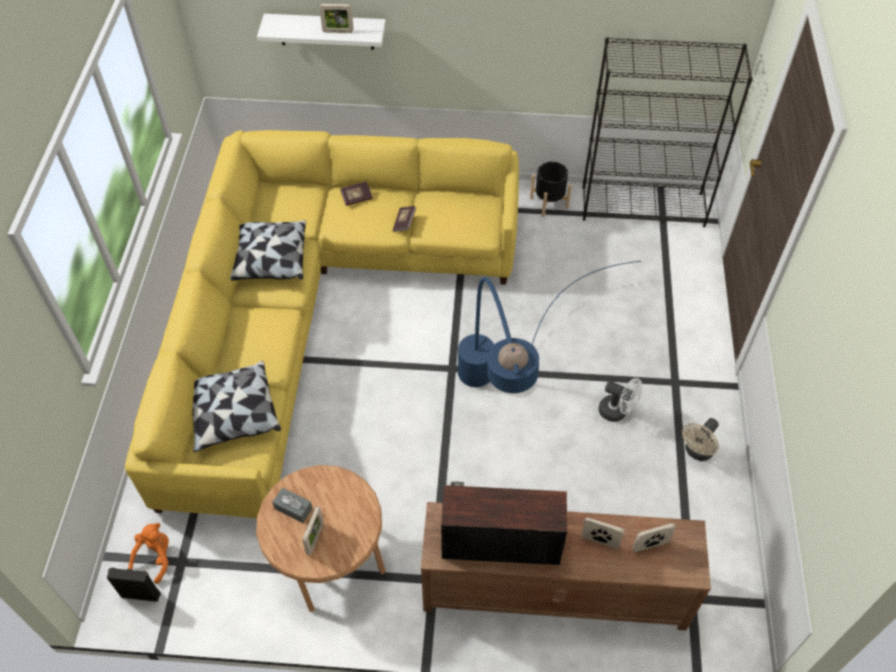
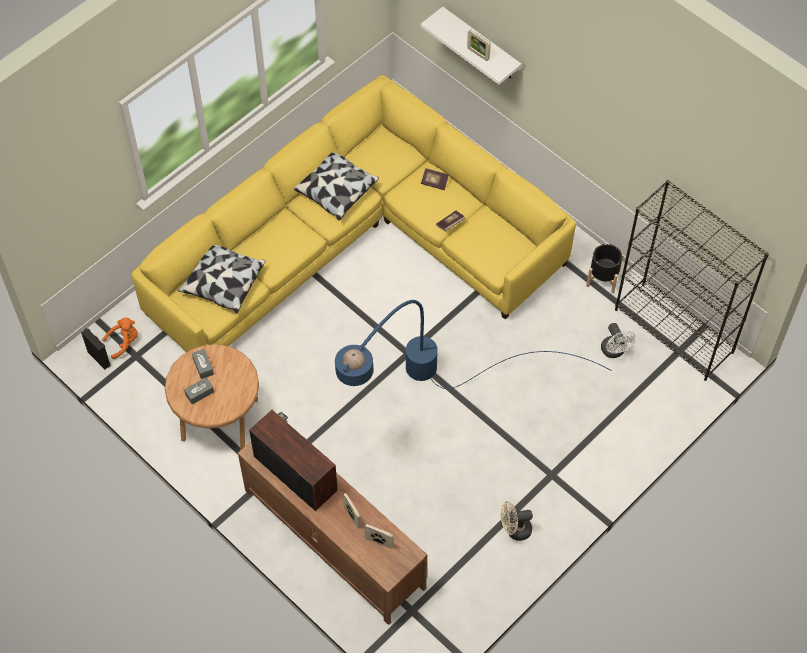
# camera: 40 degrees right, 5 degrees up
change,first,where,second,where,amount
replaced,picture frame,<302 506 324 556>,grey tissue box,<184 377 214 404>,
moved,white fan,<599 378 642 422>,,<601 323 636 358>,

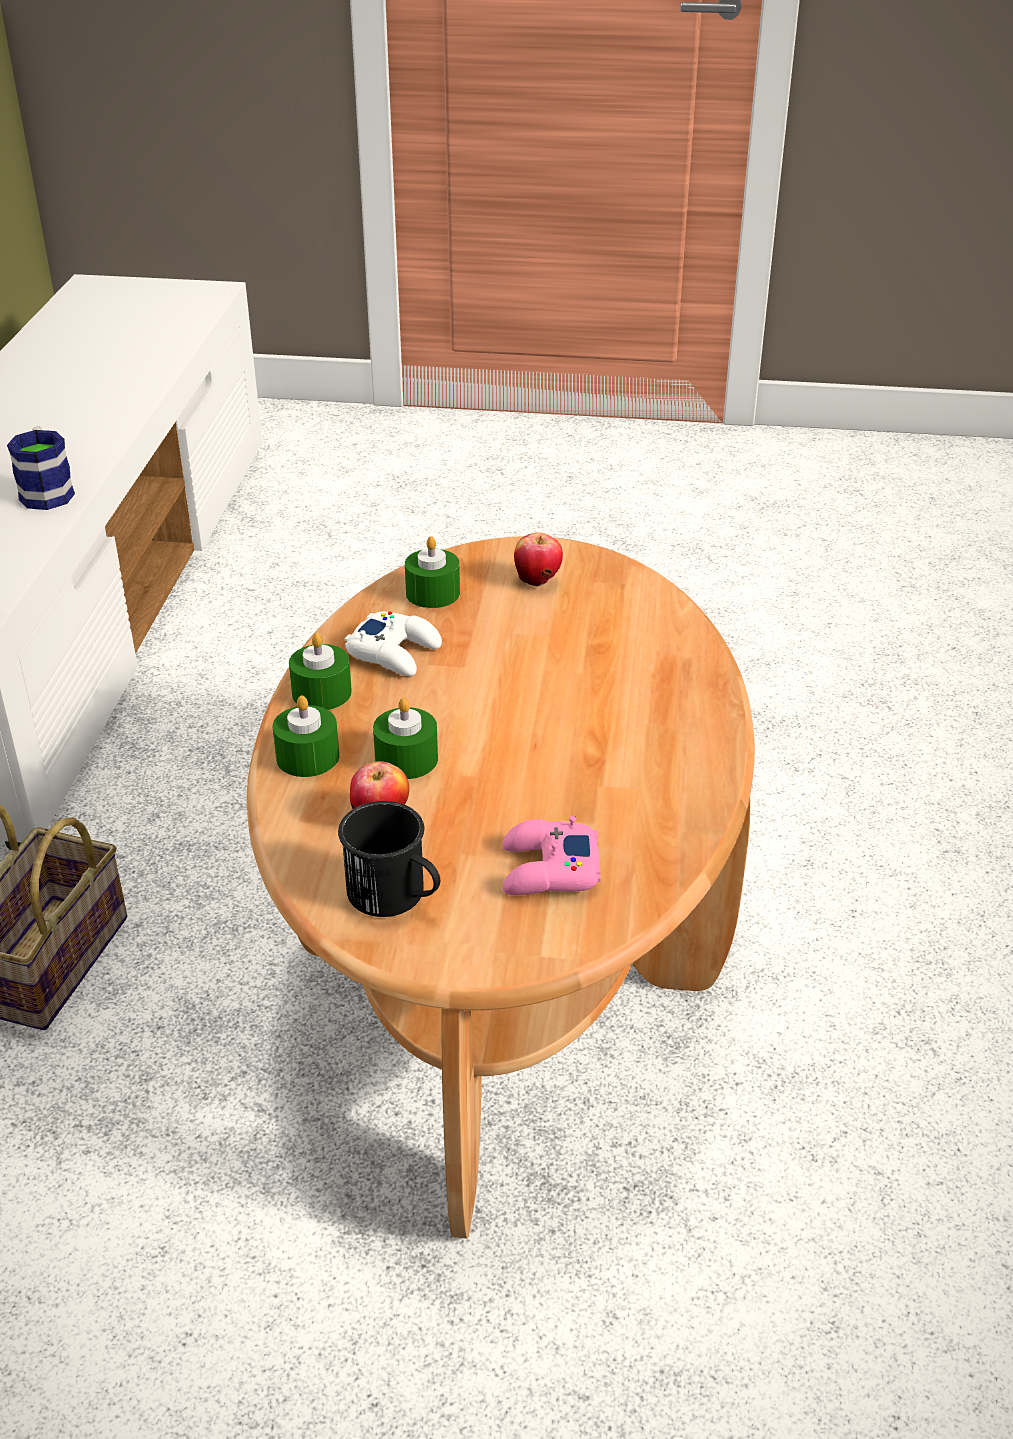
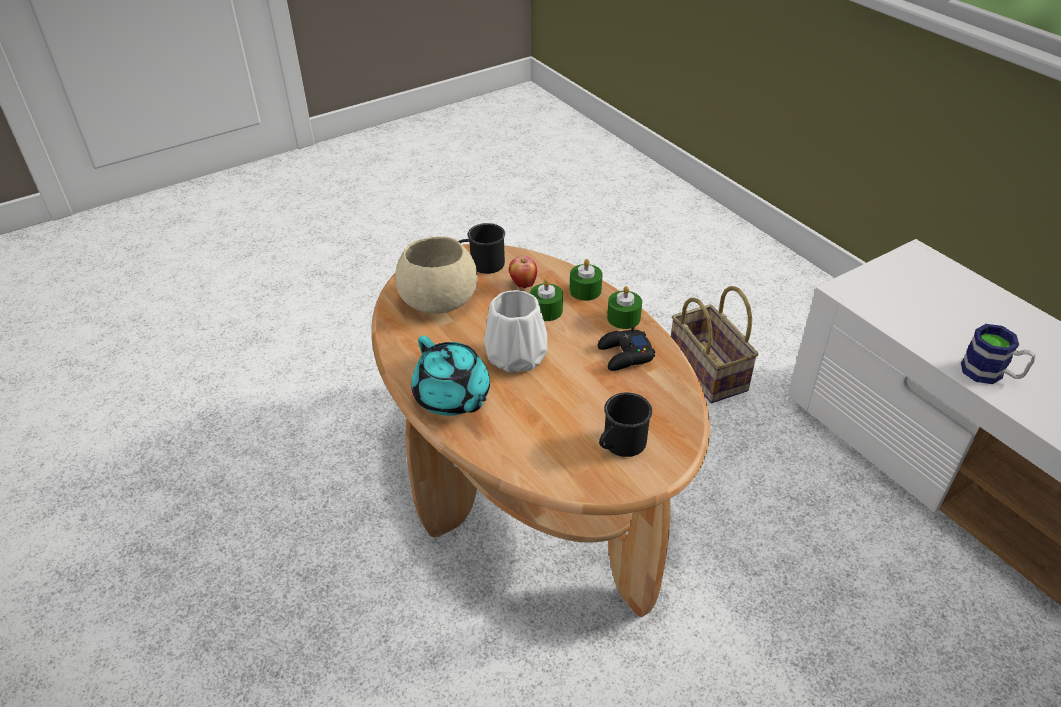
# camera: 140 degrees right, 5 degrees up
change,first,where,second,where,amount
replaced,pink game controller,<503 816 601 895>,beige bowl,<395 236 478 313>,
added,,,turquoise teapot,<411 336 490 416>,
added,,,white vase,<484 290 547 372>,
recoloured,white game controller,<345 612 442 676>,black game controller,<598 326 655 371>,
replaced,apple,<514 532 563 587>,black mug,<599 393 652 457>,
removed,green candle,<405 536 460 608>,,,

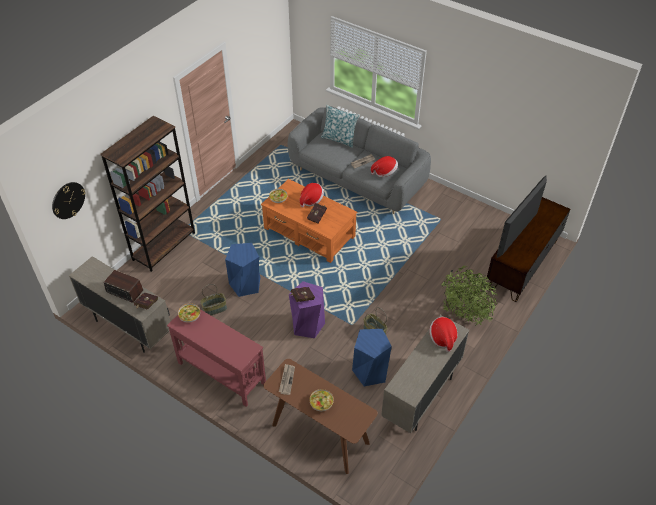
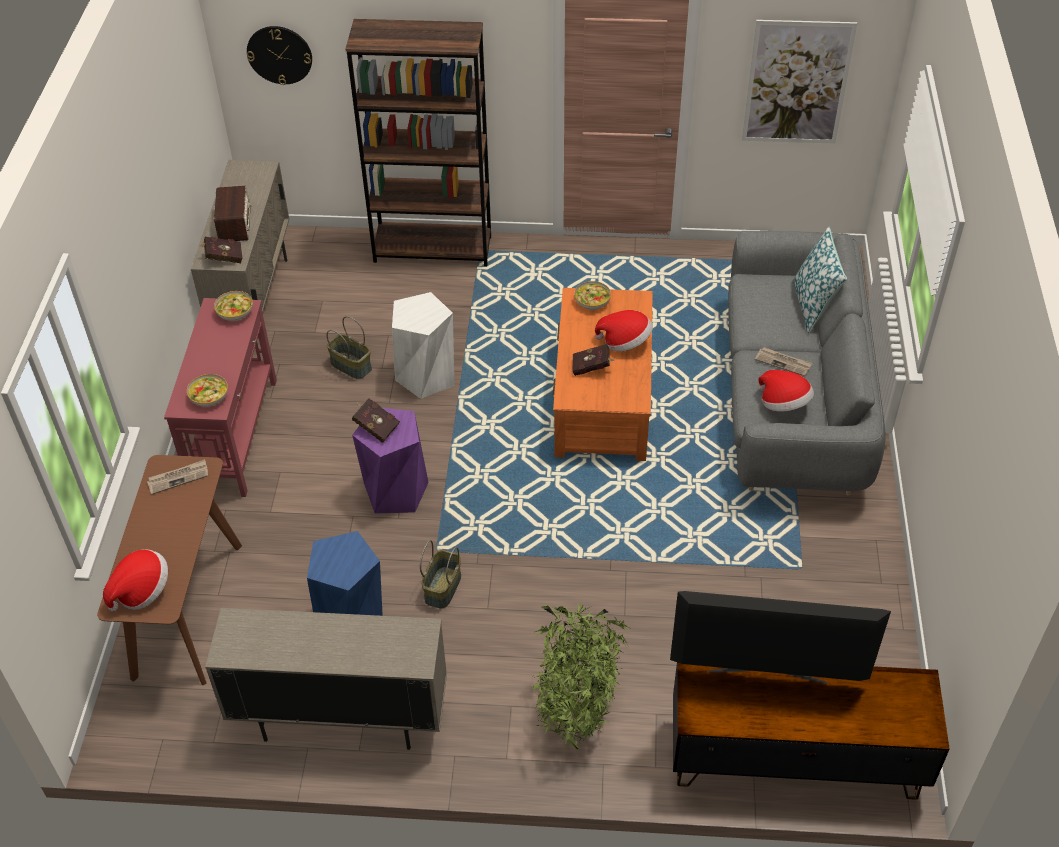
# camera: 60 degrees right, 0 degrees up
change,first,where,second,where,amount
moved,hat,<429 317 458 352>,,<103 549 168 612>,
moved,bowl,<309 389 334 411>,,<187 374 228 407>,
recoloured,blue stool,<225 243 261 297>,white stool,<392 292 454 399>,
added,,,picture,<742 20 857 144>,

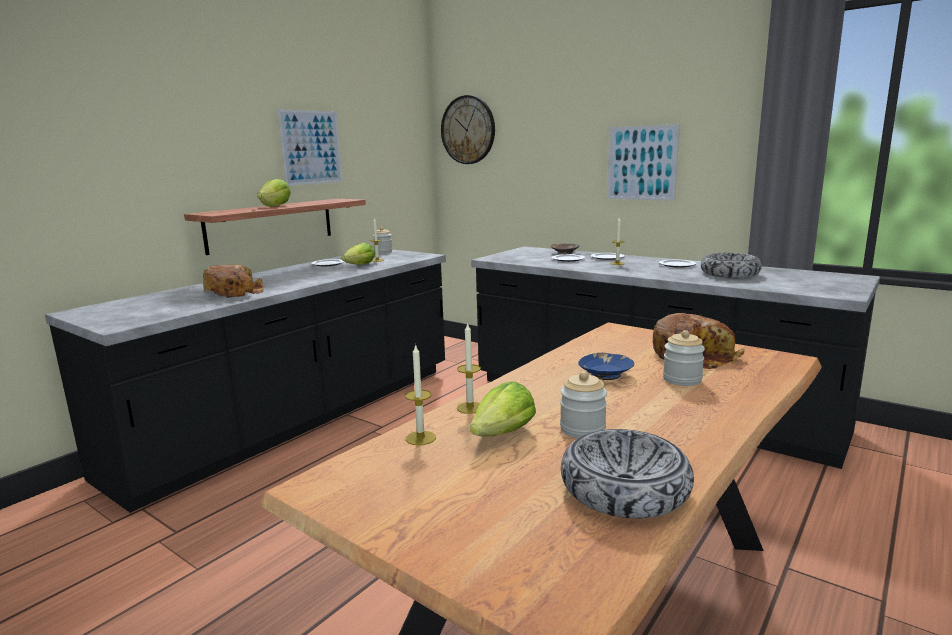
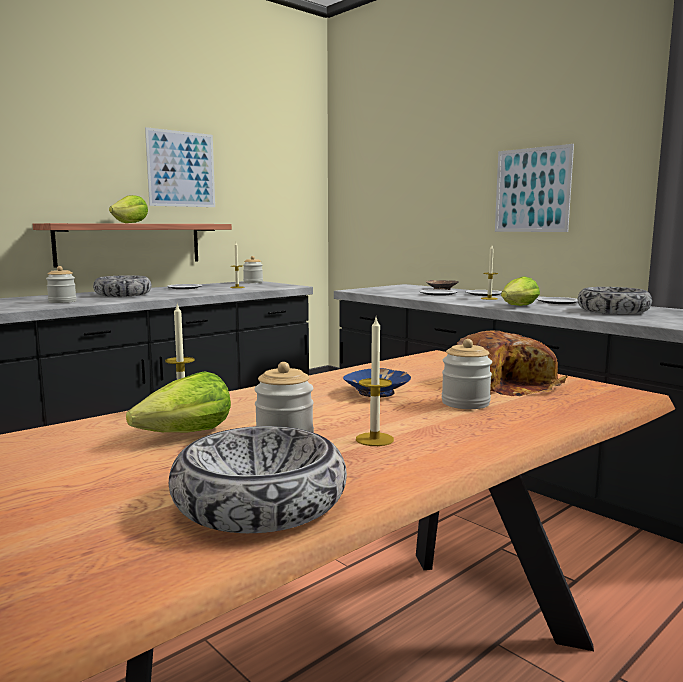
# camera: 10 degrees right, 5 degrees down
change,first,where,second,where,amount
replaced,bread,<203 265 265 298>,jar,<46 266 76 303>,
added,,,bowl,<93 275 151 297>,
moved,candle,<405 344 436 445>,,<356 318 394 446>,
moved,lettuce,<341 242 375 265>,,<501 276 540 306>,
removed,wall clock,<441 95 495 164>,,,

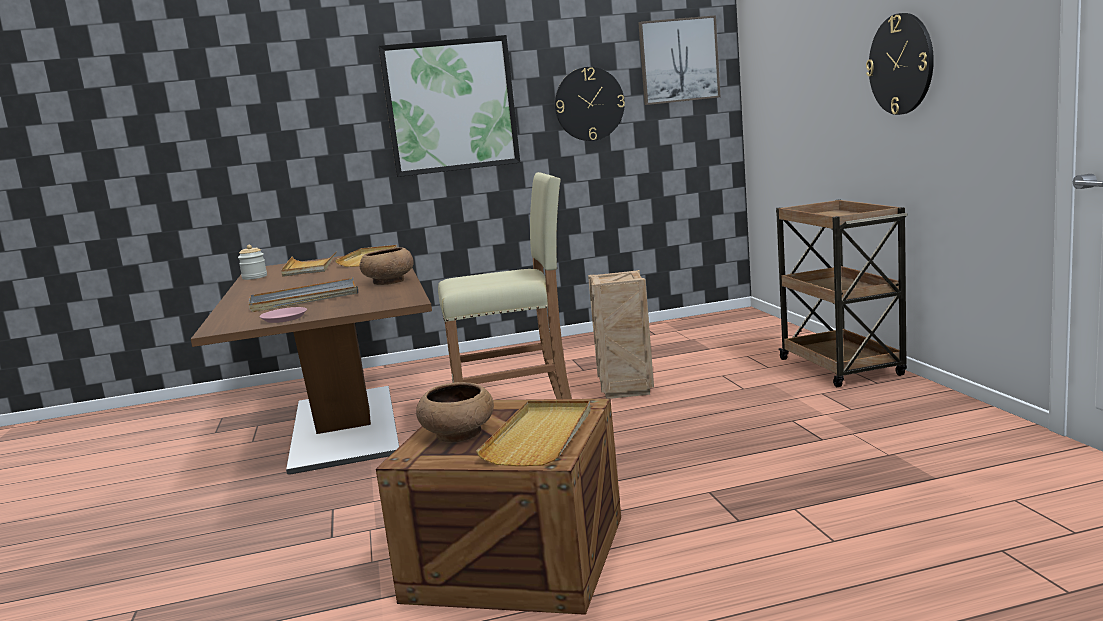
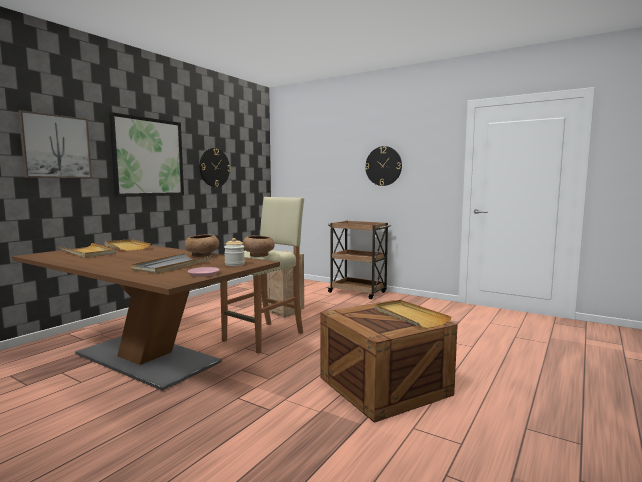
# camera: 45 degrees left, 5 degrees down
change,first,where,second,where,amount
moved,picture,<638 15 720 105>,,<18 110 92 178>,
moved,jar,<238 245 267 280>,,<224 238 245 266>,
moved,brown bowl,<416 382 494 443>,,<243 235 275 257>,

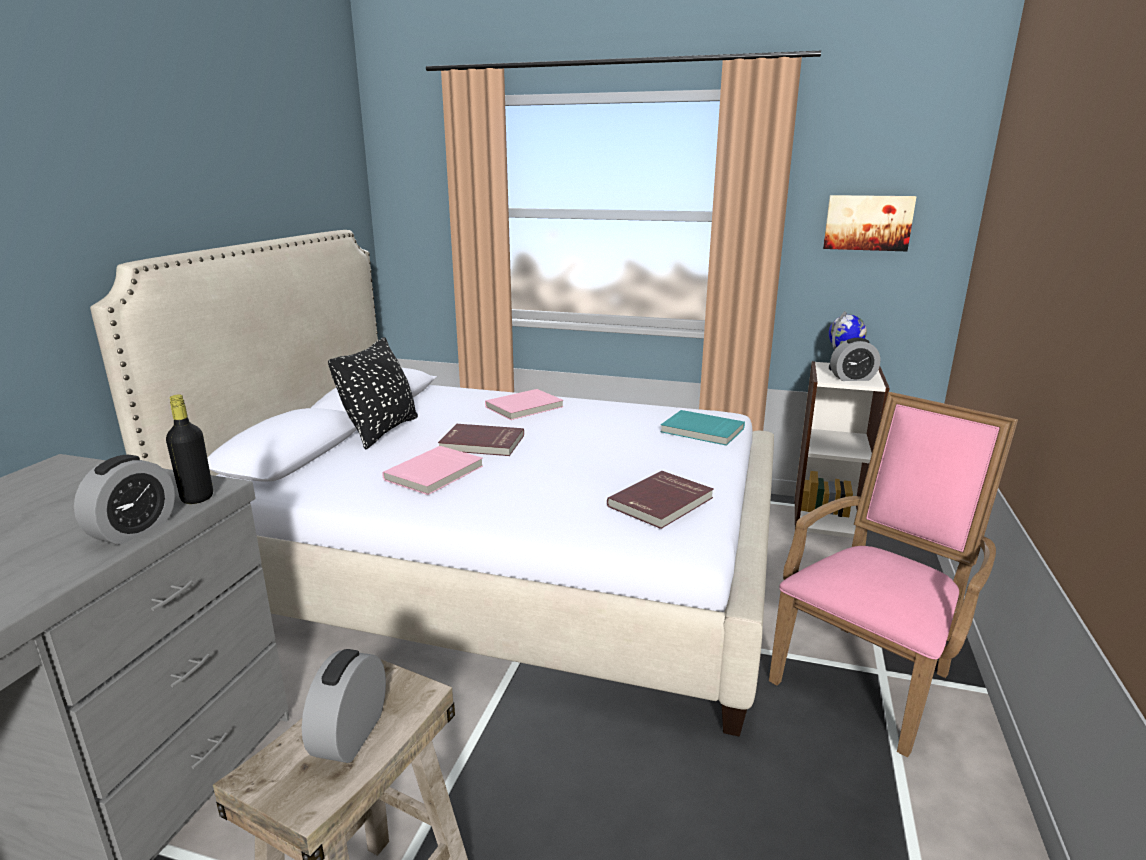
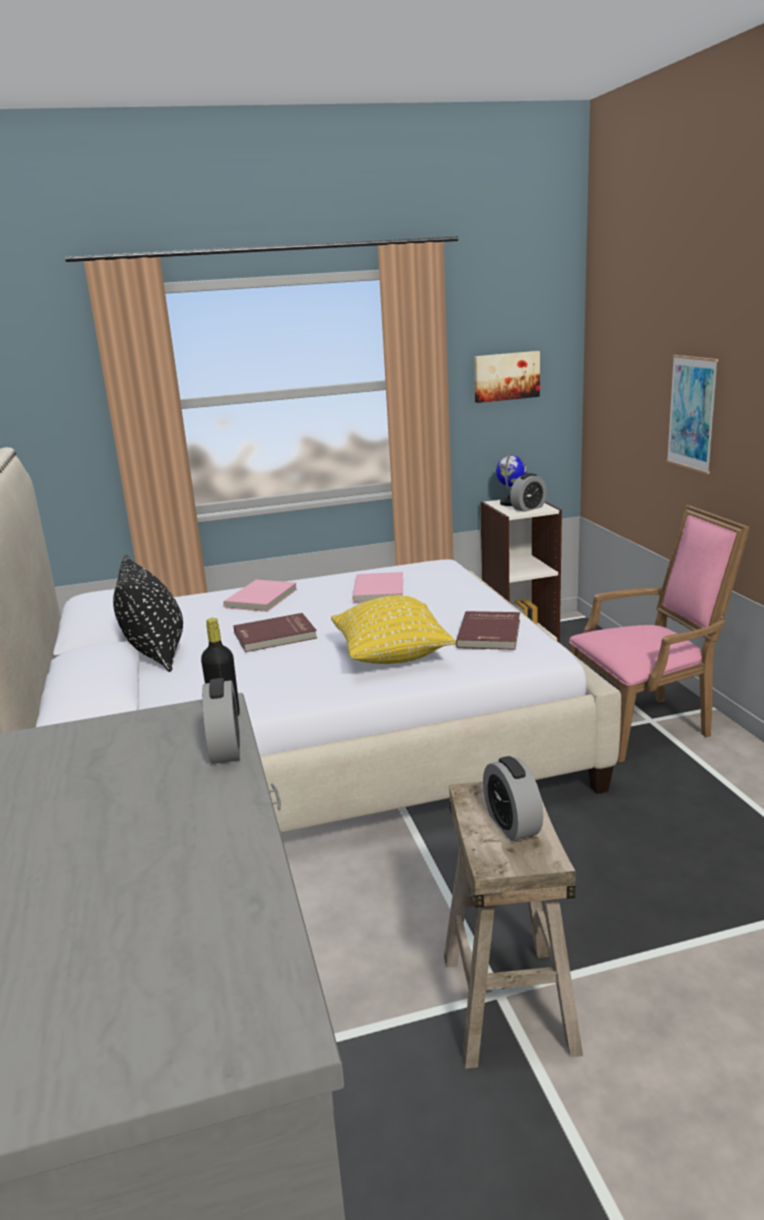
# camera: 30 degrees left, 0 degrees up
change,first,where,second,where,amount
added,,,yellow pillow,<331 595 456 664>,
moved,pink book,<382 446 483 495>,,<352 572 403 603>,
turned,pink armchair,<769 392 1018 758>,,<569 505 750 762>,60 degrees clockwise
added,,,picture,<666 355 719 474>,
removed,turquoise book,<661 410 745 446>,,,

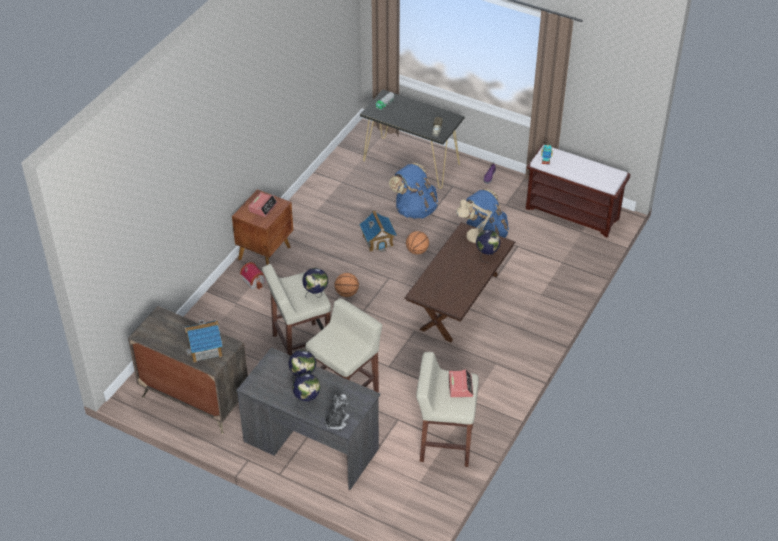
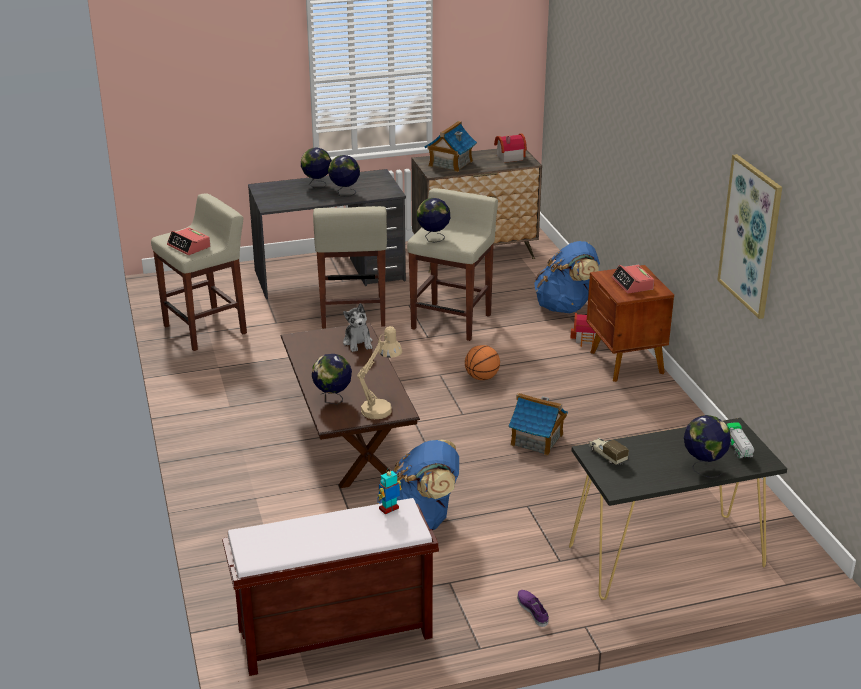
# camera: 135 degrees right, 15 degrees down
change,first,where,second,where,amount
moved,plush toy,<325 394 349 430>,,<343 303 372 352>,
added,,,toy house,<494 133 527 163>,
moved,blue backpack,<389 163 438 219>,,<535 241 600 313>,
added,,,globe,<684 415 731 478>,
added,,,picture,<717 154 782 319>,
removed,basketball,<406 231 429 254>,,,

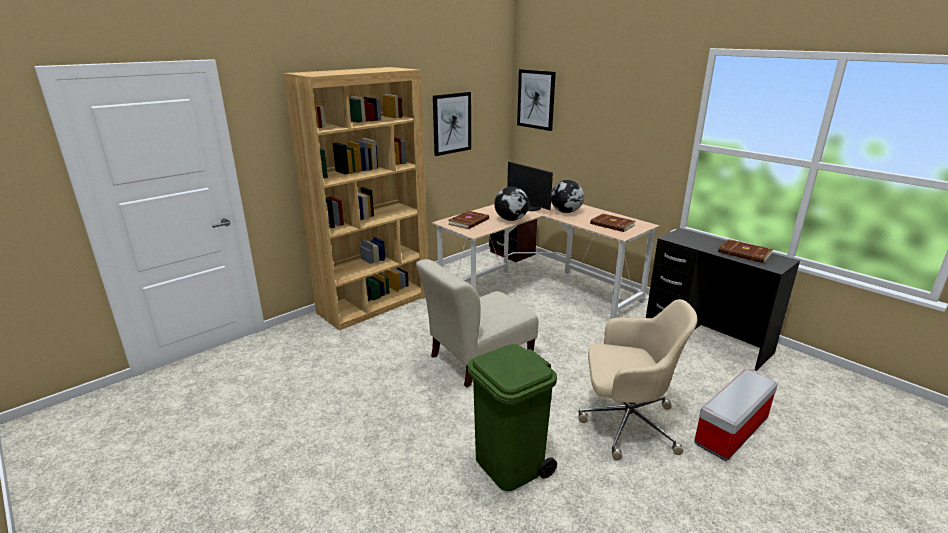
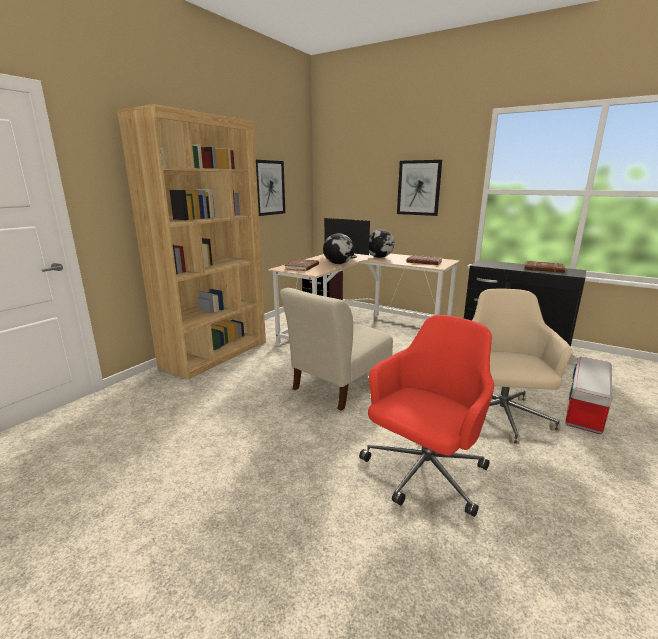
# camera: 15 degrees left, 5 degrees down
change,first,where,second,where,amount
replaced,green trash can,<467 344 557 491>,red office chair,<359 315 494 517>,
moved,picture,<517 69 556 131>,,<397 160 442 216>,
turned,beige office chair,<579 299 697 460>,,<472 289 572 444>,75 degrees counterclockwise

